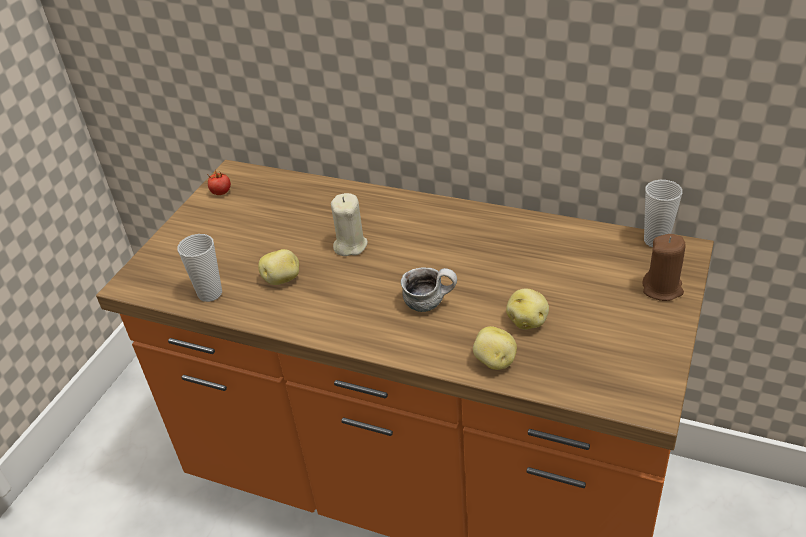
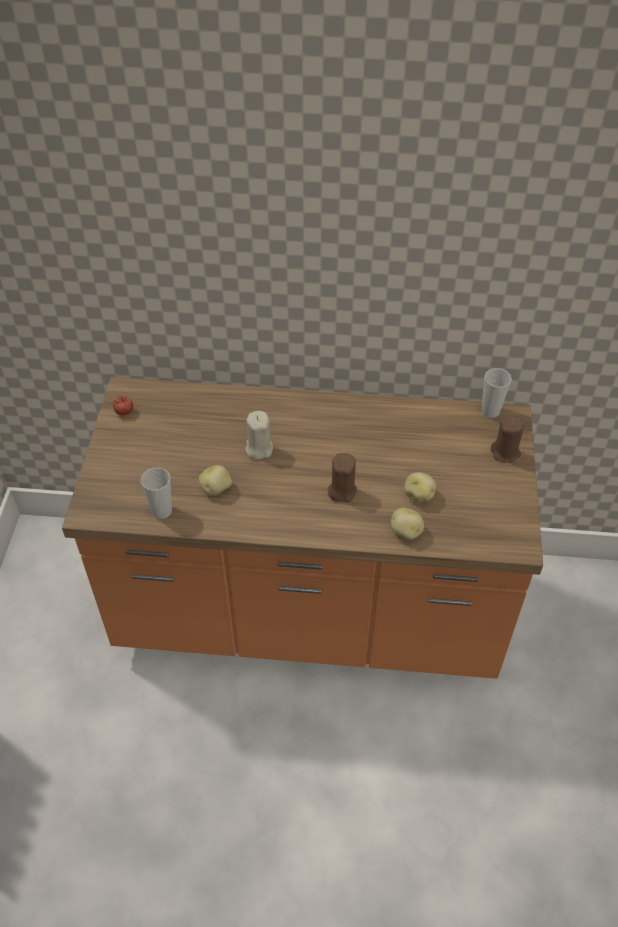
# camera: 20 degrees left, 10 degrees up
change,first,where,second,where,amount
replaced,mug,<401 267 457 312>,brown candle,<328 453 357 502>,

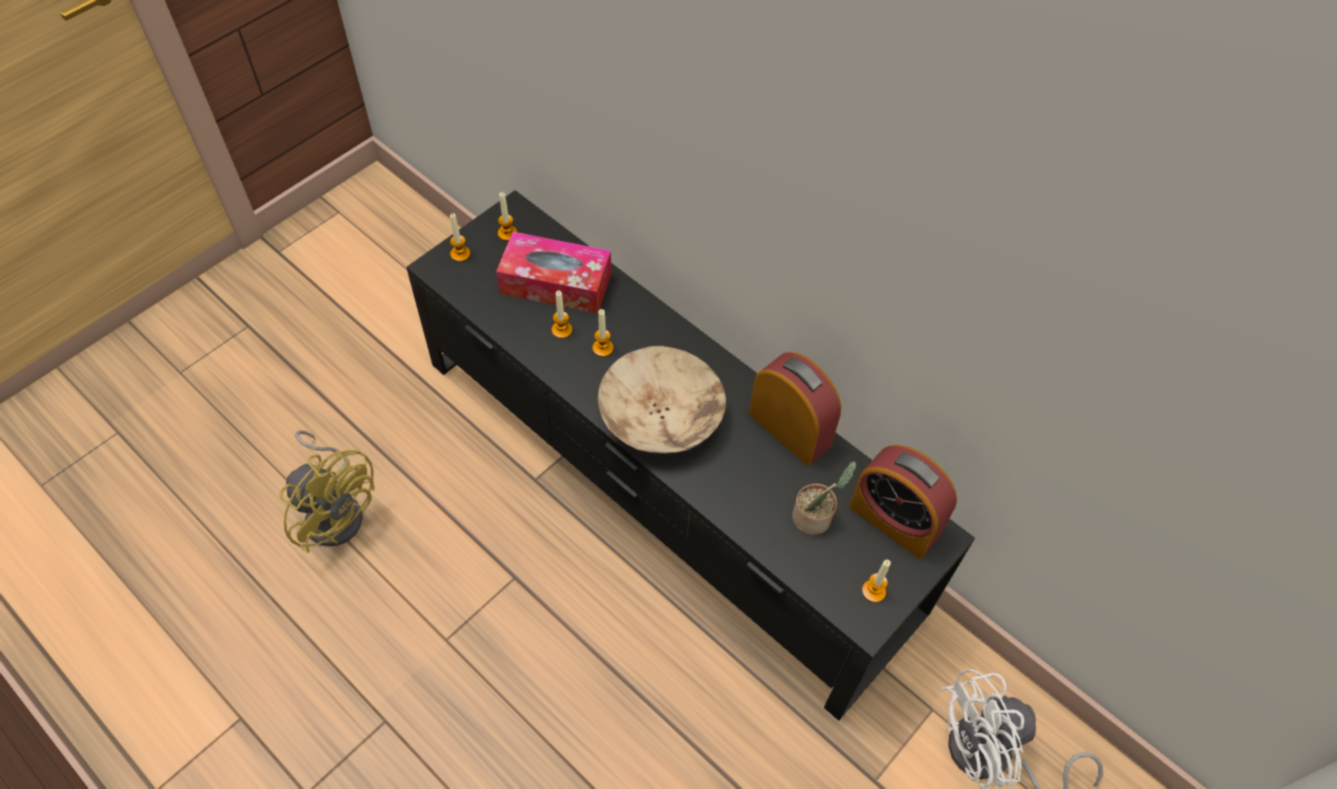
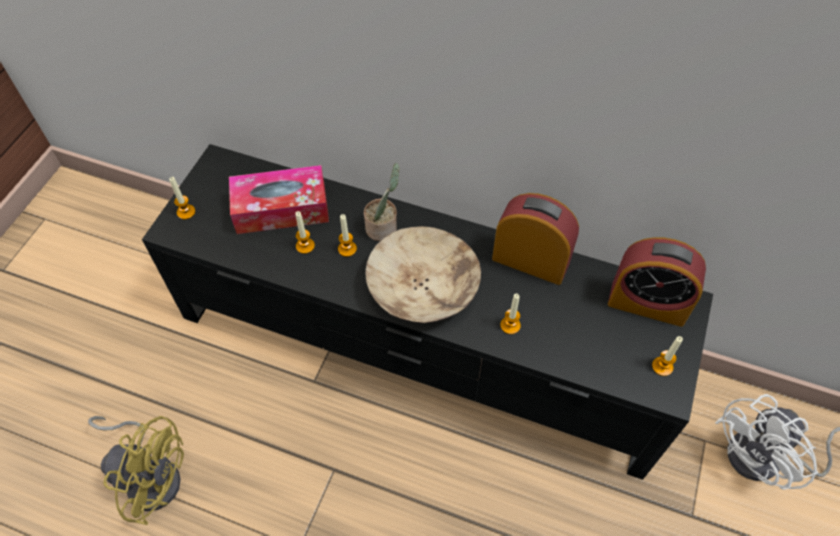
# camera: 20 degrees left, 0 degrees up
change,first,where,second,where,amount
moved,potted plant,<792 461 856 535>,,<364 163 399 241>,
moved,candle,<498 192 517 241>,,<500 293 521 334>,

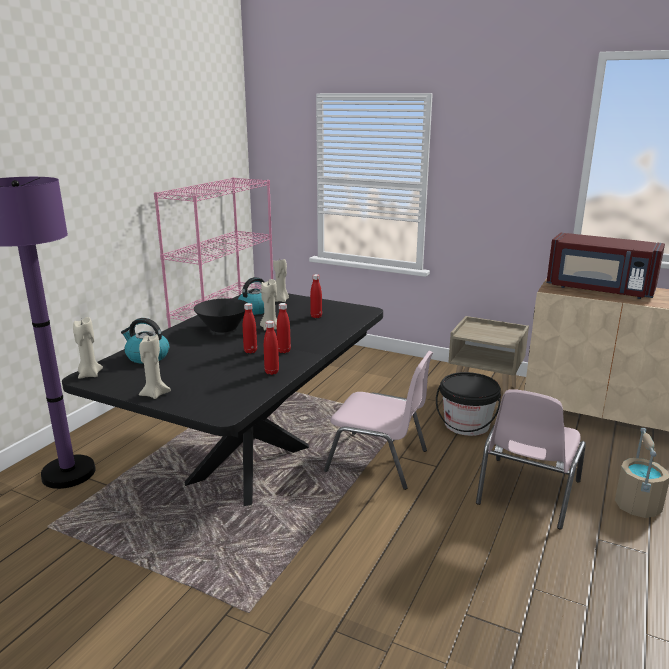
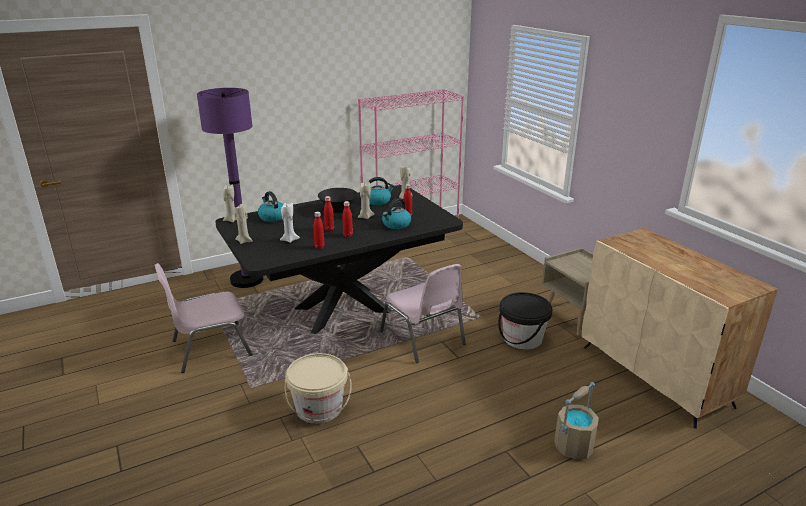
# camera: 35 degrees right, 5 degrees up
change,first,where,second,where,amount
moved,pink chair,<476 389 586 529>,,<155 263 253 373>,
added,,,white candle,<280 202 300 243>,
added,,,beige bucket,<285 353 352 424>,
added,,,kettle,<382 198 411 229>,
removed,red microwave,<547 233 665 299>,,,

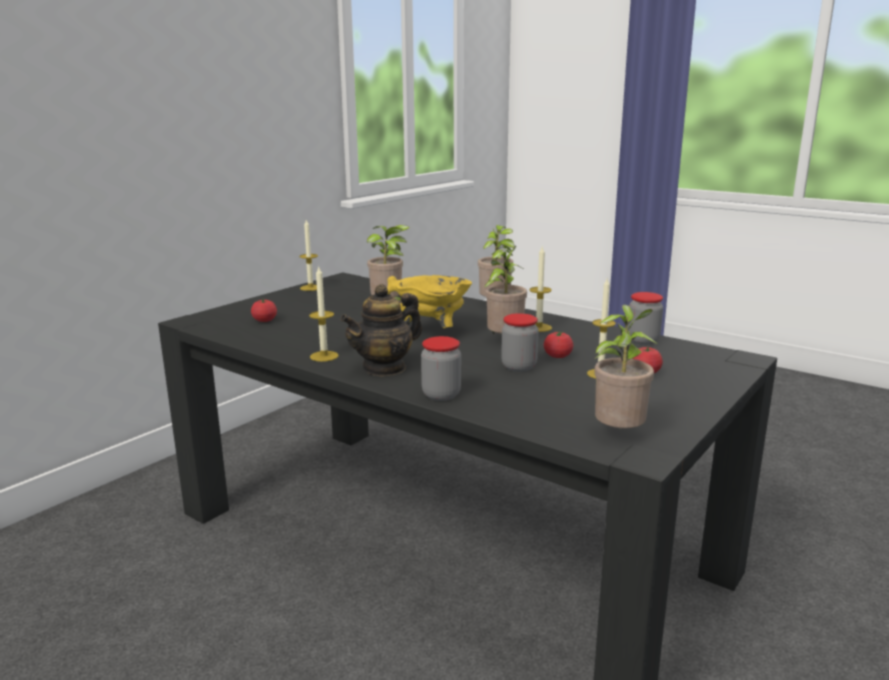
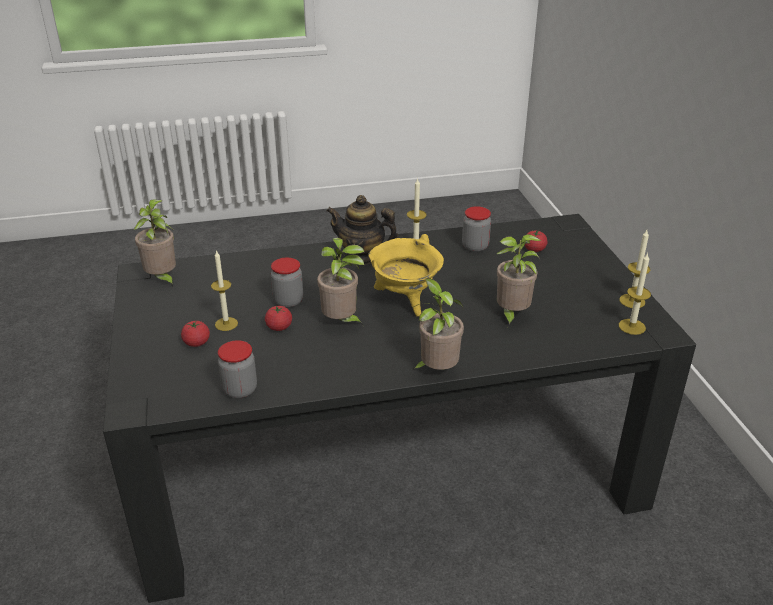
# camera: 130 degrees right, 15 degrees up
change,first,where,second,where,amount
turned,teapot,<340 284 422 377>,,<326 195 399 265>,75 degrees counterclockwise
moved,jar,<421 336 461 401>,,<462 206 491 252>,
moved,candle,<529 247 552 332>,,<619 253 651 335>,

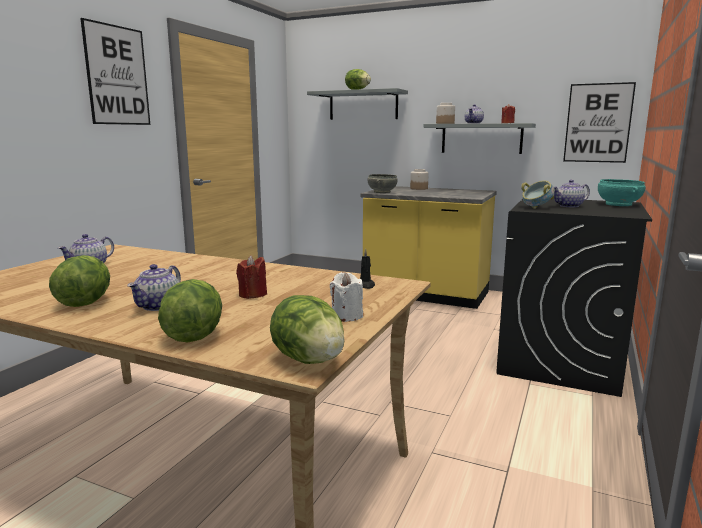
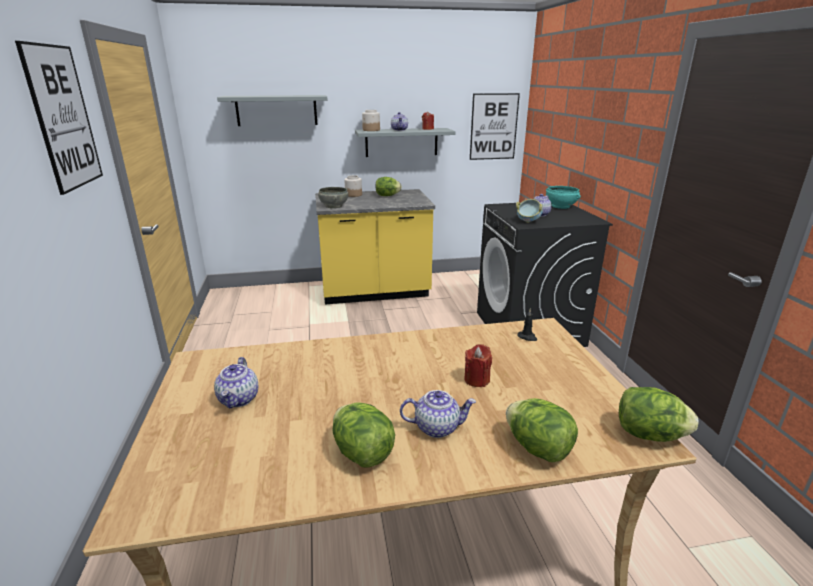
# camera: 35 degrees left, 10 degrees up
change,first,where,second,where,amount
moved,lettuce,<345 69 371 90>,,<375 177 402 196>,
turned,teapot,<127 264 181 311>,,<400 390 476 438>,75 degrees counterclockwise
removed,white candle,<330 272 363 322>,,,

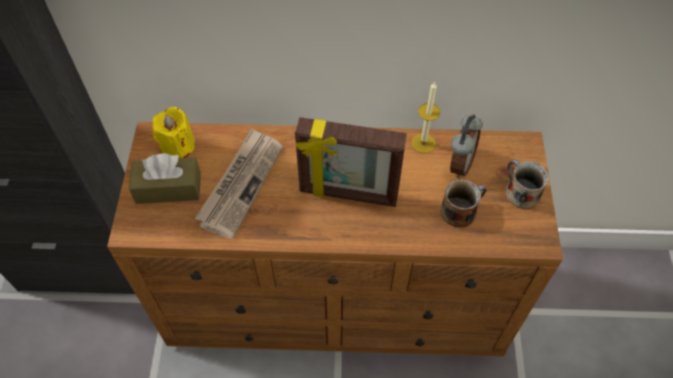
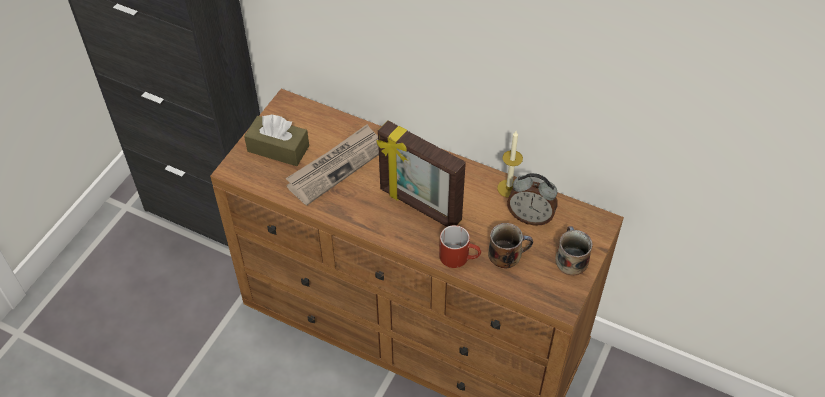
# camera: 25 degrees right, 5 degrees down
change,first,where,second,where,amount
added,,,red mug,<439 225 481 268>,
turned,alarm clock,<450 114 483 178>,,<507 173 558 226>,60 degrees clockwise
removed,yellow candle,<152 107 195 158>,,,

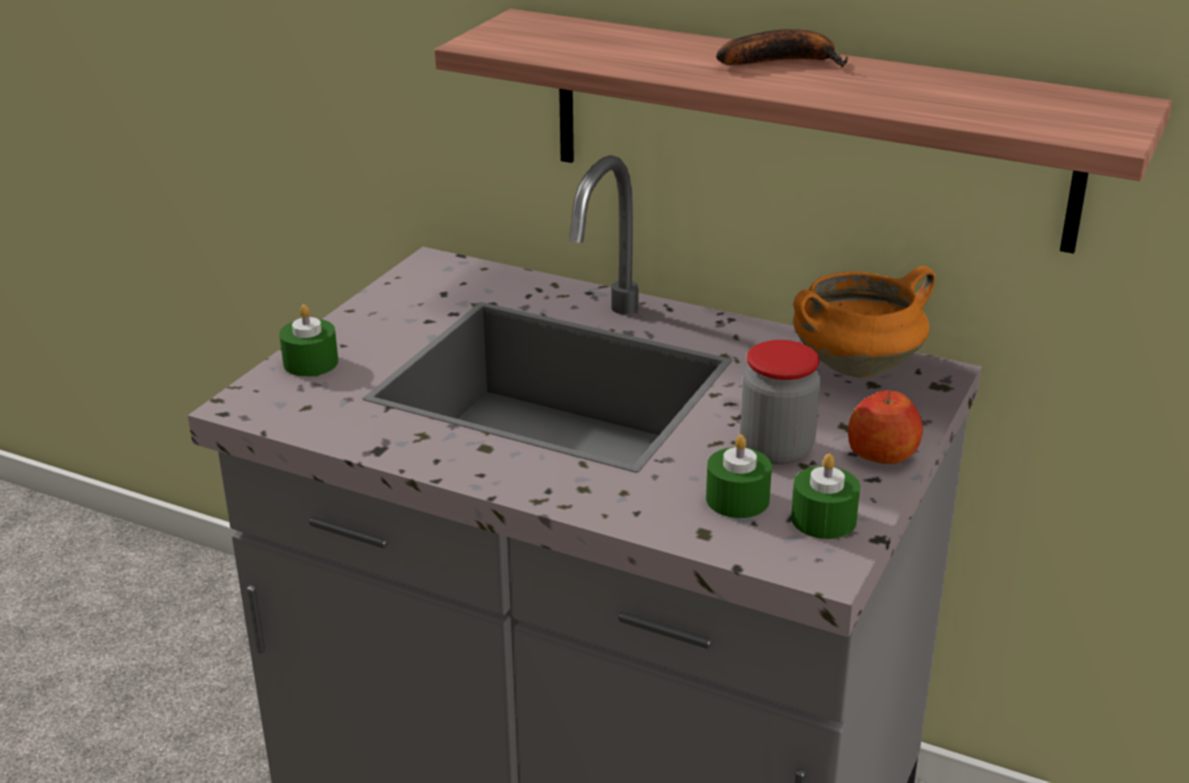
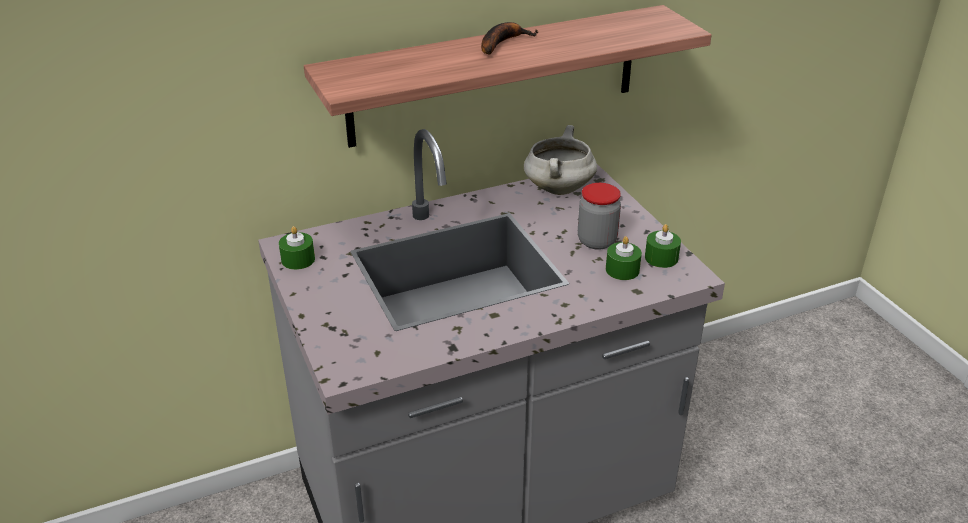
# camera: 50 degrees left, 5 degrees up
change,first,where,second,where,amount
moved,green candle,<279 304 338 377>,,<279 226 315 270>,
recoloured,orange cooking pot,<793 266 936 378>,white cooking pot,<524 125 597 195>,
removed,apple,<848 390 923 464>,,,

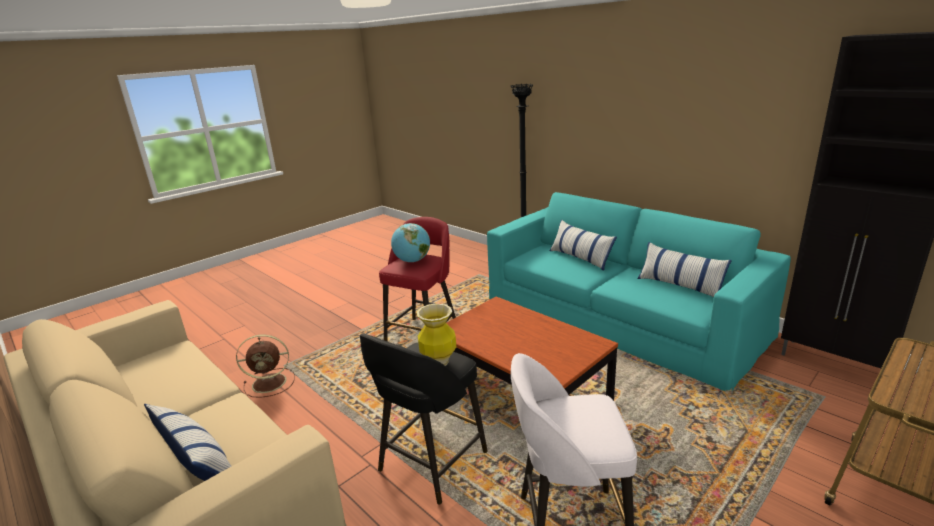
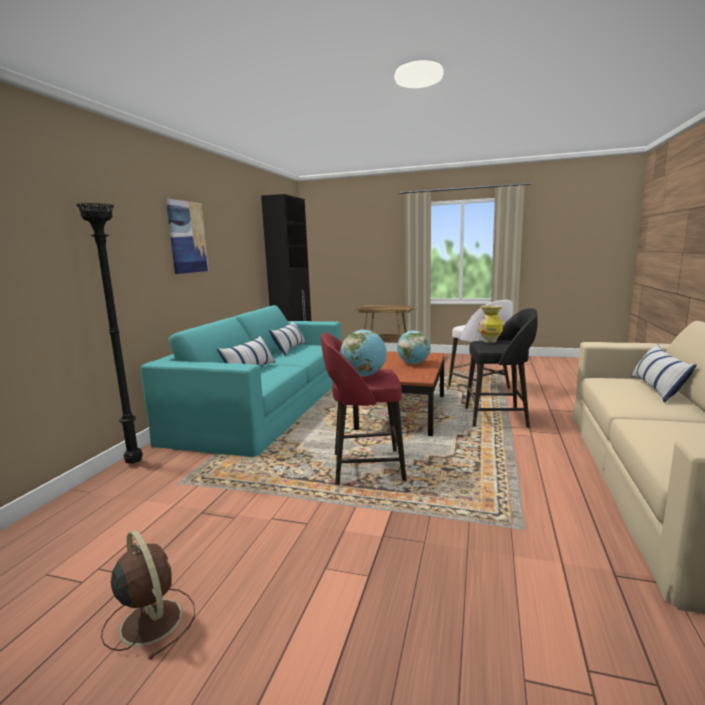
# camera: 120 degrees left, 10 degrees down
change,first,where,second,where,amount
moved,brown fan,<236 335 295 398>,,<101 530 195 660>,
added,,,picture,<166 199 209 274>,
added,,,globe,<397 331 431 364>,

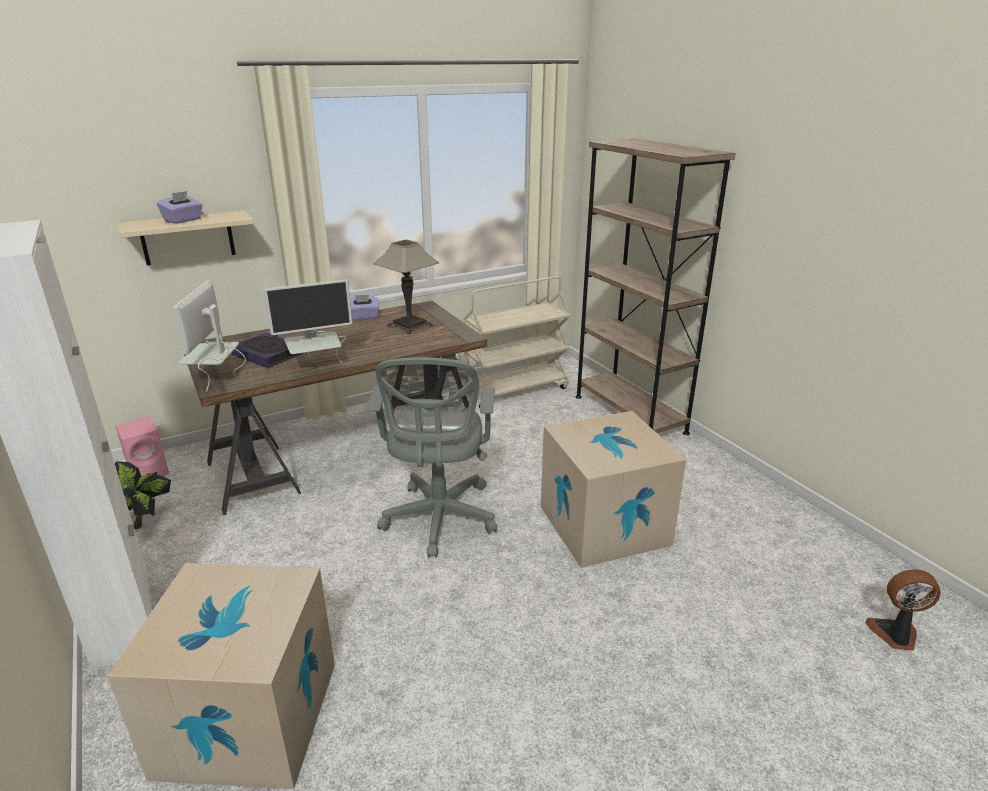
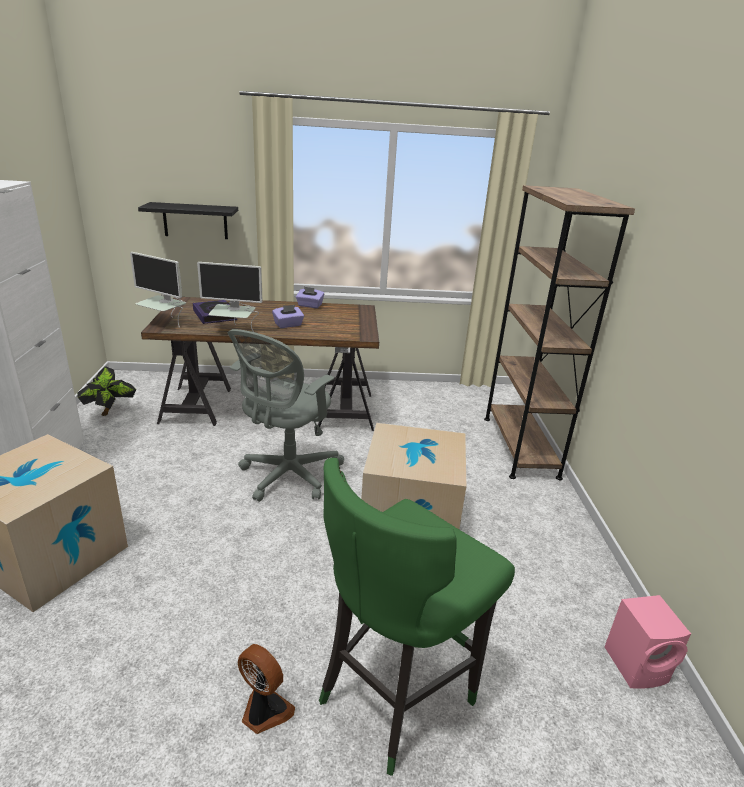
# camera: 25 degrees right, 0 degrees up
change,first,where,second,where,amount
turned,monitor,<173 280 246 391>,,<130 252 186 327>,90 degrees counterclockwise
recoloured,beige shelf,<117 211 254 265>,black shelf,<138 202 238 239>,
moved,fan,<865 569 941 651>,,<238 644 295 734>,
moved,purple tissue box,<157 191 203 224>,,<272 305 304 328>,
added,,,green stool,<319 458 515 776>,
moved,pink speaker,<115 416 169 477>,,<605 595 691 689>,
removed,table lamp,<373 240 439 334>,,,
removed,beige cart,<463 276 572 408>,,,

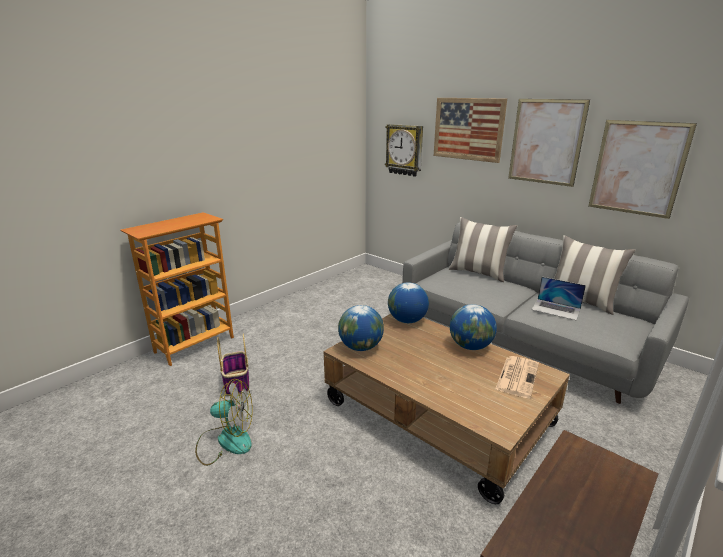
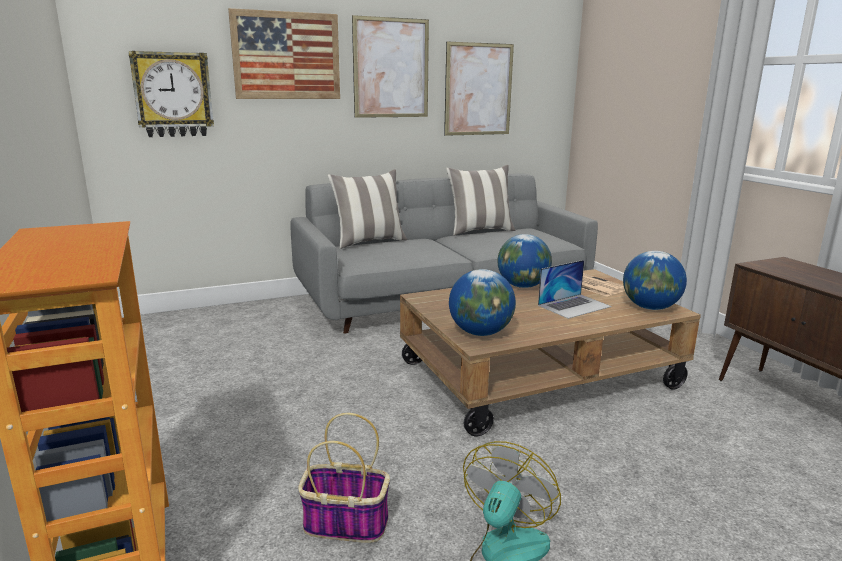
# camera: 65 degrees left, 5 degrees down
change,first,where,second,where,amount
moved,laptop,<532 277 586 320>,,<538 260 612 319>,
moved,globe,<388 282 429 323>,,<623 251 687 310>,

